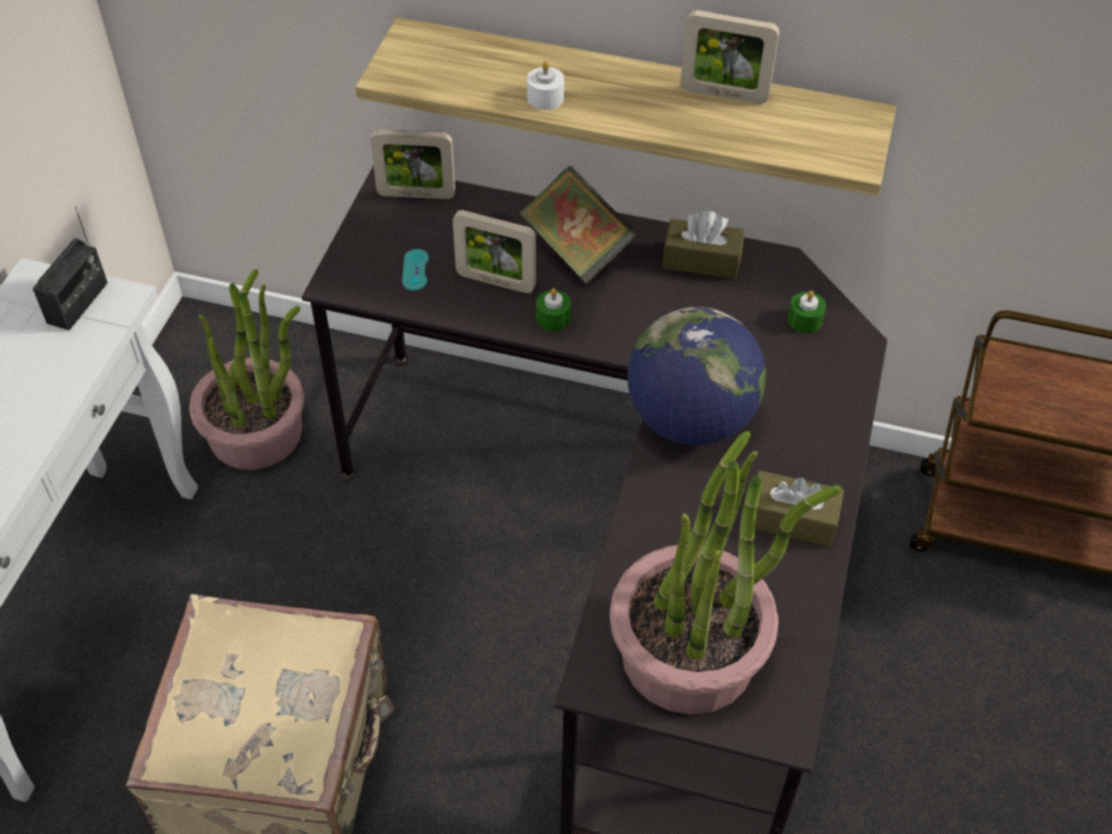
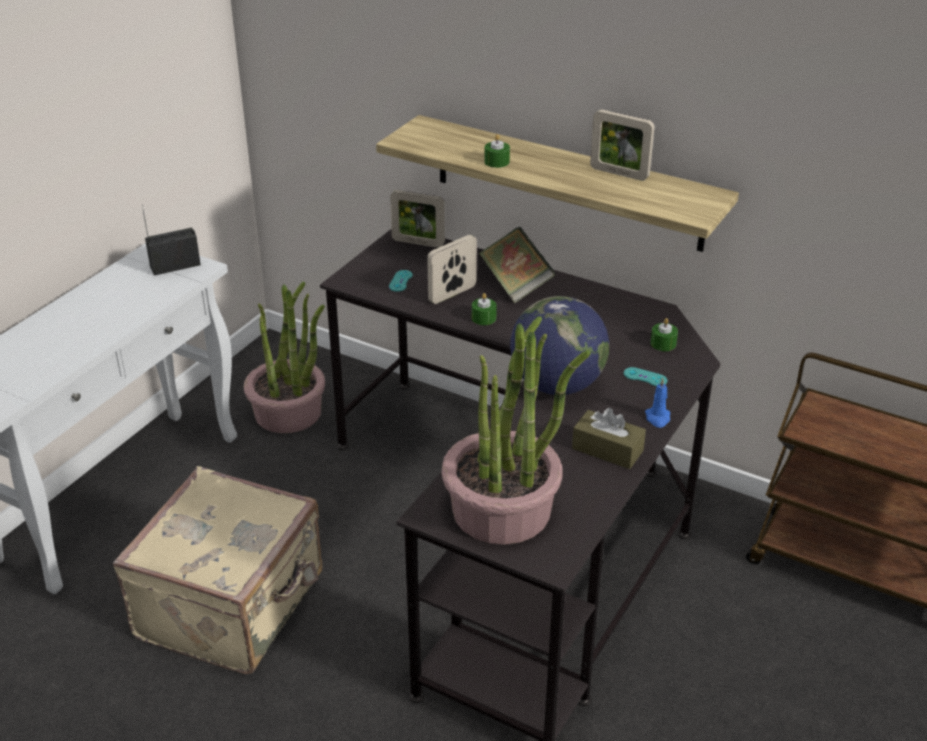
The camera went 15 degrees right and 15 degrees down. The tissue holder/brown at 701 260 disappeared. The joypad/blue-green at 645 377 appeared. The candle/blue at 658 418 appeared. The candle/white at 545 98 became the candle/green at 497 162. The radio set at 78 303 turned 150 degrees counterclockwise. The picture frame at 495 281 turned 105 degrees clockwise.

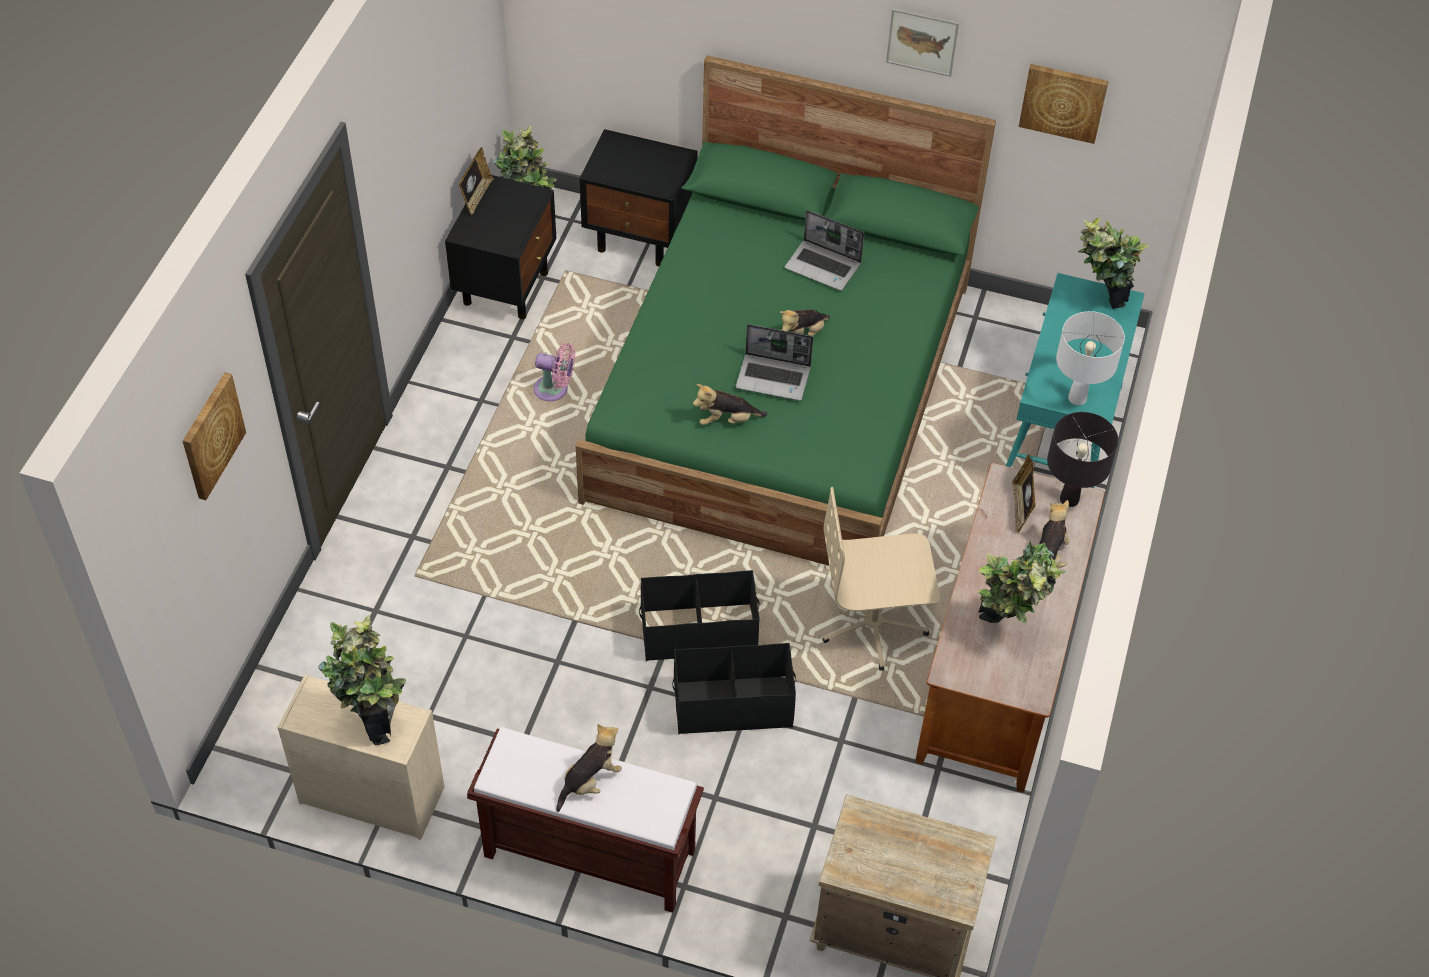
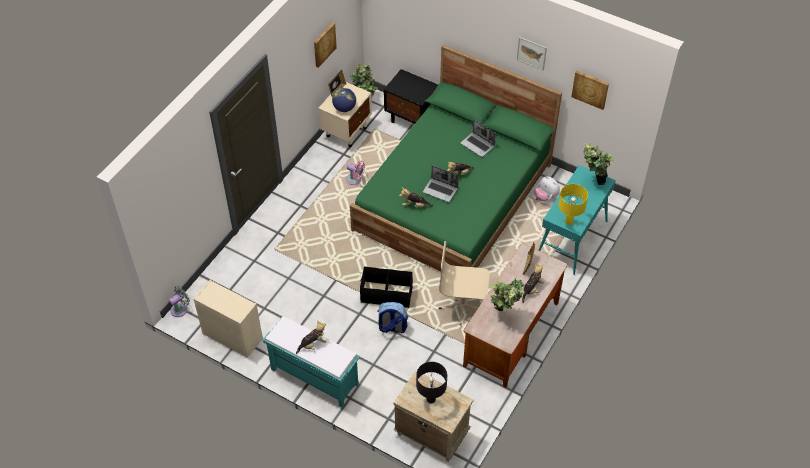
The camera went 15 degrees right and 0 degrees up. The plant in a pot at 373 720 disappeared. The cooling fan/gray at 180 309 appeared. The desk globe at 344 108 appeared. The plush toy at 545 197 appeared. The wall picture moved from 211 435 to 324 44. The table lamp/blackish moved from 1069 499 to 431 399. The storage box/blackish at 732 704 was replaced by the rucksack at 392 327. The night table/blackish at 506 286 became the night table/sand-coloured at 347 131. The indoor bench/brown at 587 853 became the indoor bench/blue-green at 313 377. The table lamp/white at 1077 398 became the table lamp/yellow-coloured at 569 222.

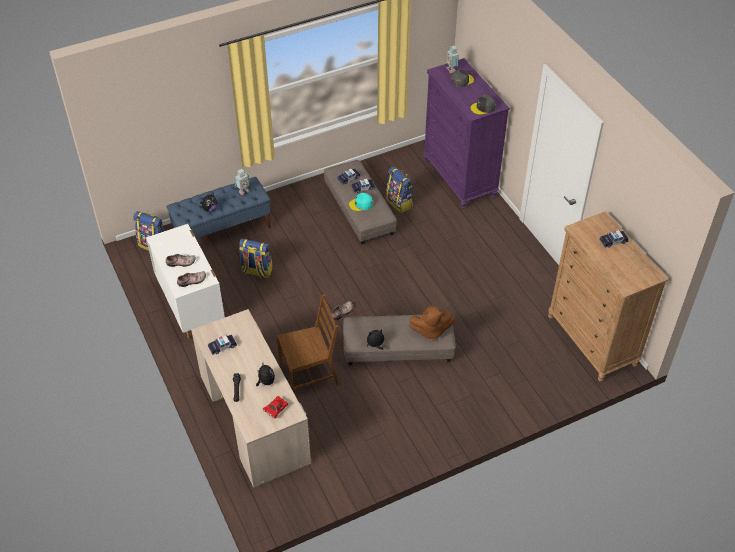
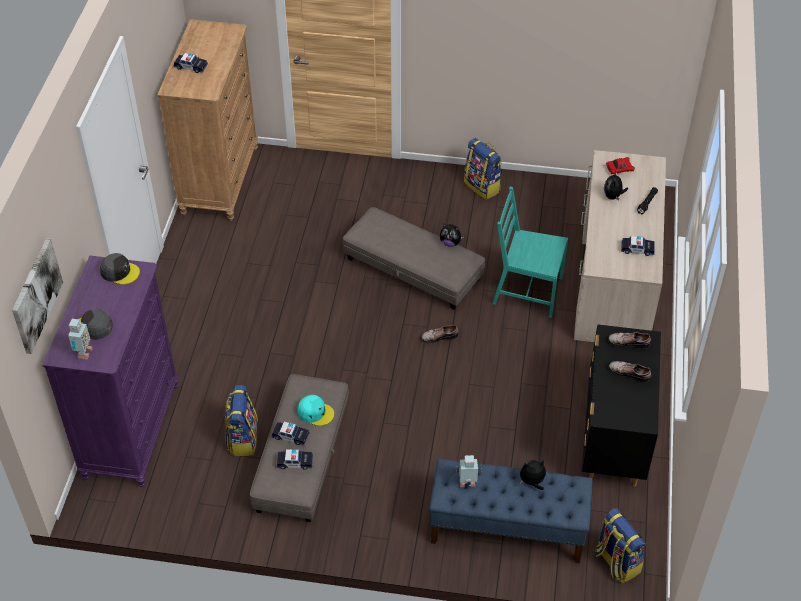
The camera went 145 degrees left and 0 degrees up. The plush toy/brown at 431 331 disappeared. The wall picture at 35 295 appeared. The rucksack moved from 256 271 to 483 186. The dresser/white at 191 305 became the dresser/blackish at 613 440. The plain chair/brown at 309 374 became the plain chair/blue-green at 526 291.

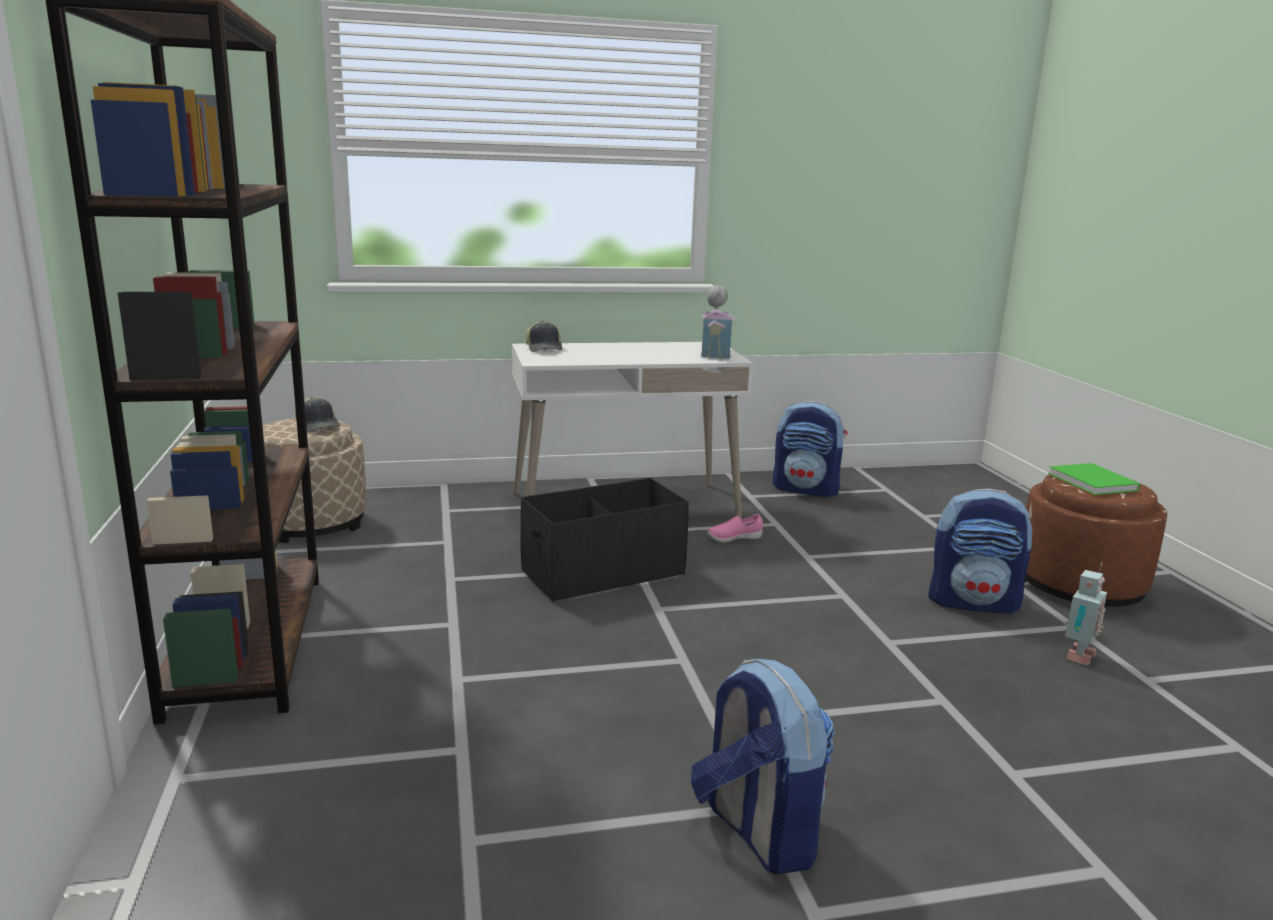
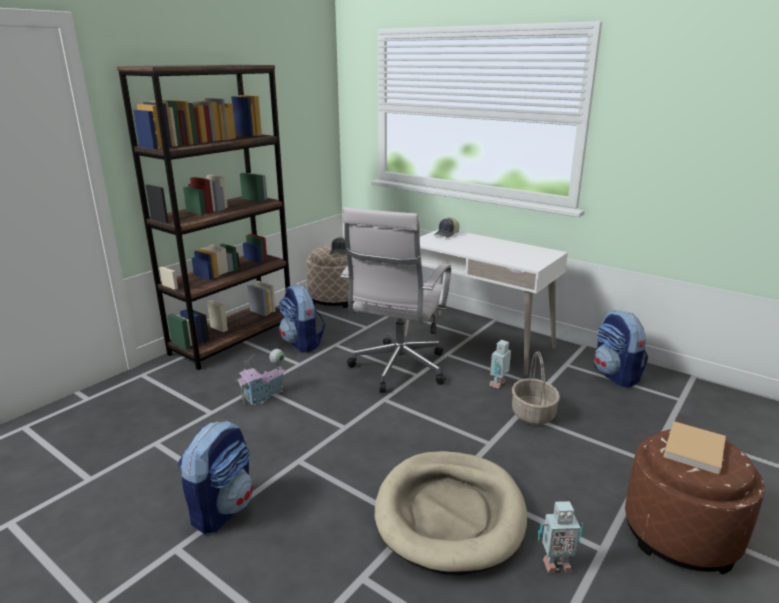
The camera went 50 degrees right and 5 degrees up. The dog cushion/sand-coloured at 450 513 appeared. The household basket at 533 414 appeared. The model house moved from 715 353 to 264 395. The rucksack moved from 973 602 to 302 343. The storage box/blackish at 602 572 was replaced by the computer chair/white at 397 370. The low shoe/pink at 733 539 was replaced by the model robot at 499 384. The volume/green at 1094 483 became the volume/sand-coloured at 694 450.

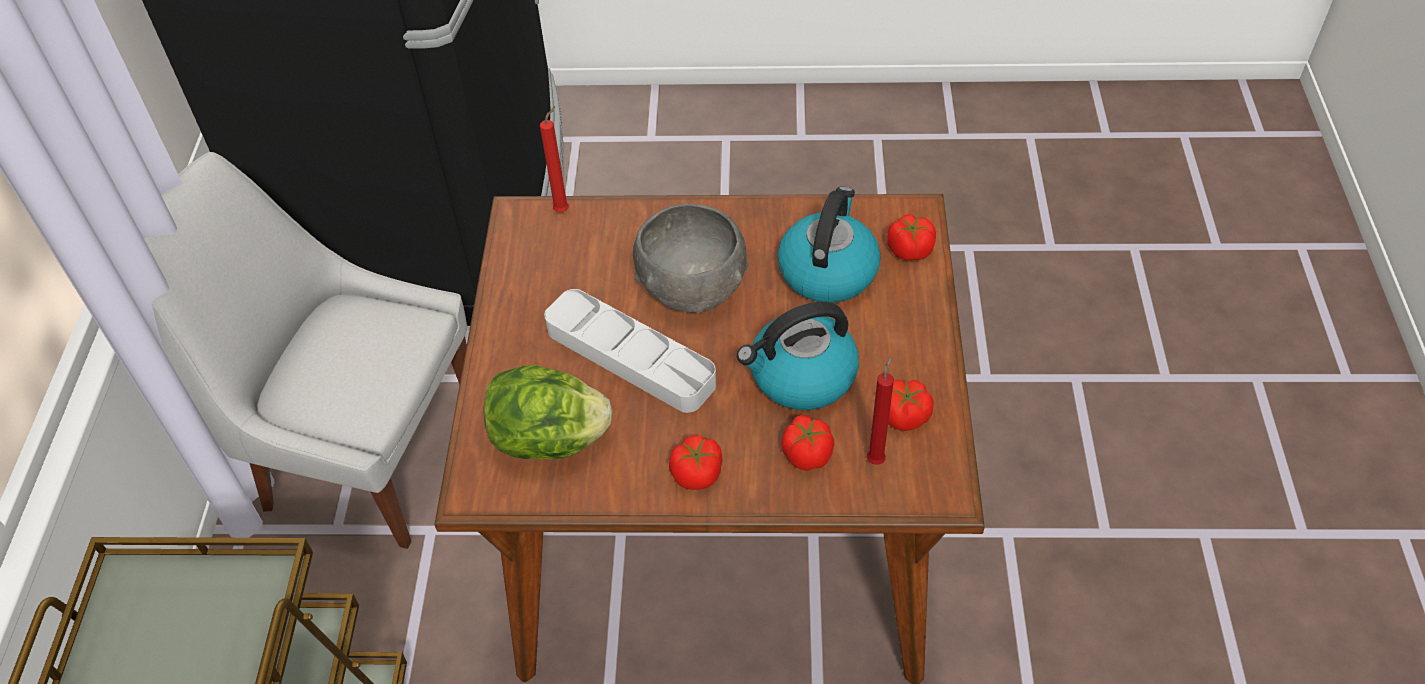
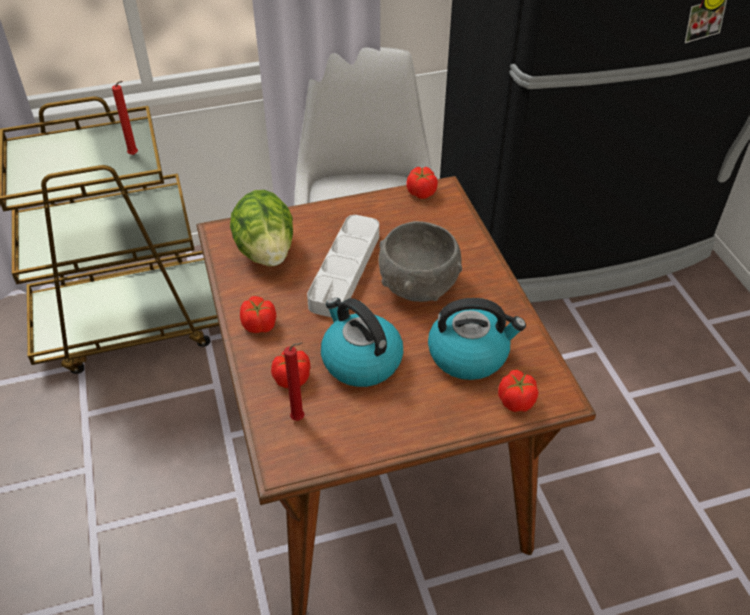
The camera went 70 degrees right and 5 degrees down. The candle/red moved from 563 210 to 134 155. The whole tomato moved from 904 416 to 421 193.

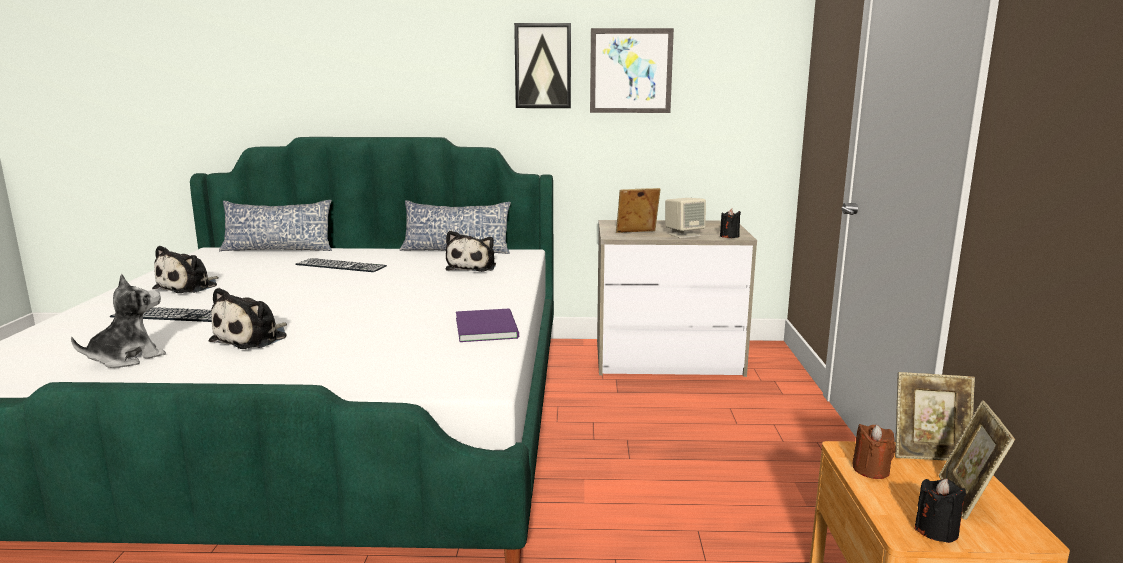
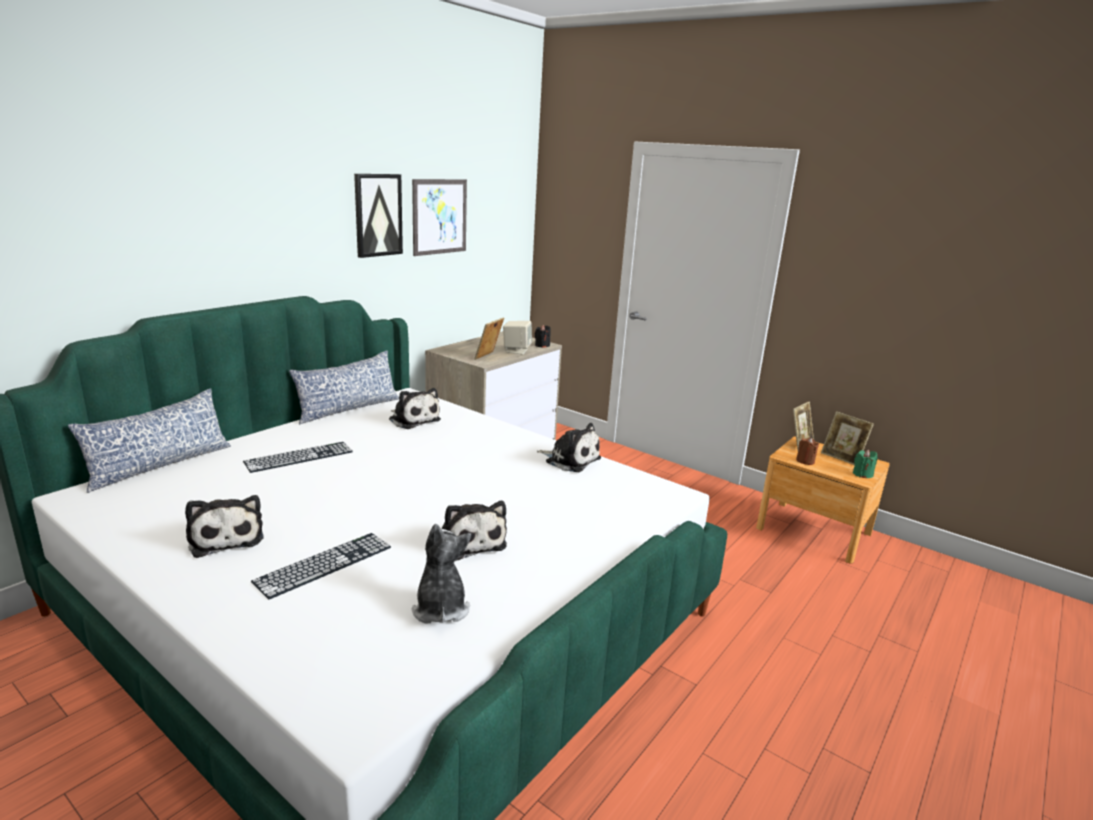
The camera went 55 degrees left and 5 degrees up. The volume/purple-coloured at 488 327 was replaced by the plush toy at 570 460. The candle/blackish at 936 531 became the candle/green at 862 474.

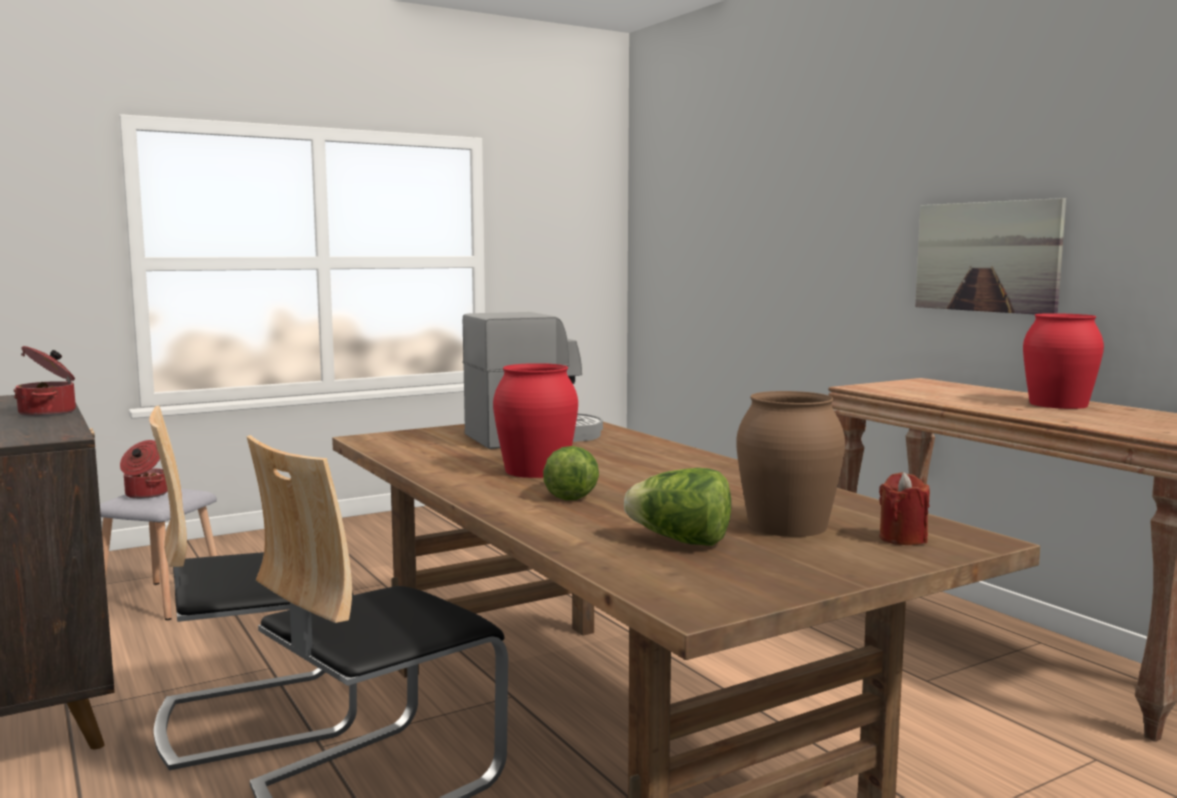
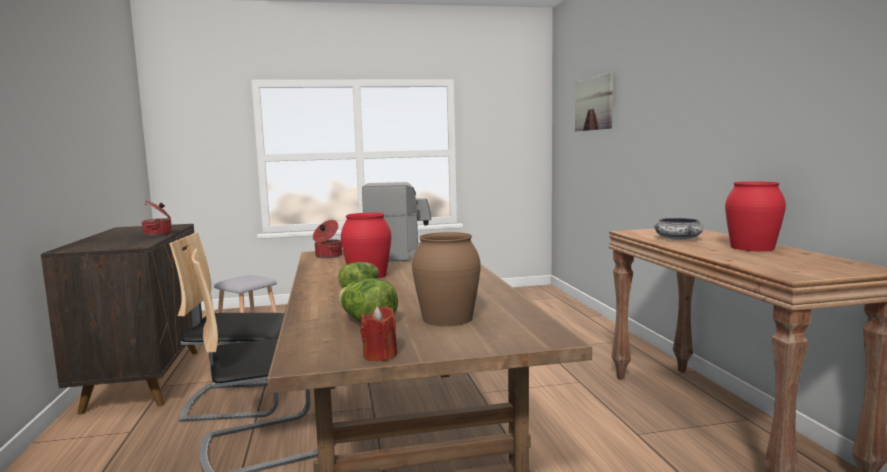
The camera went 20 degrees right and 0 degrees up. The deep dish at 678 239 appeared. The stockpot moved from 145 494 to 328 256. The candle/red moved from 903 539 to 380 355. The wall picture moved from 986 256 to 593 104.

